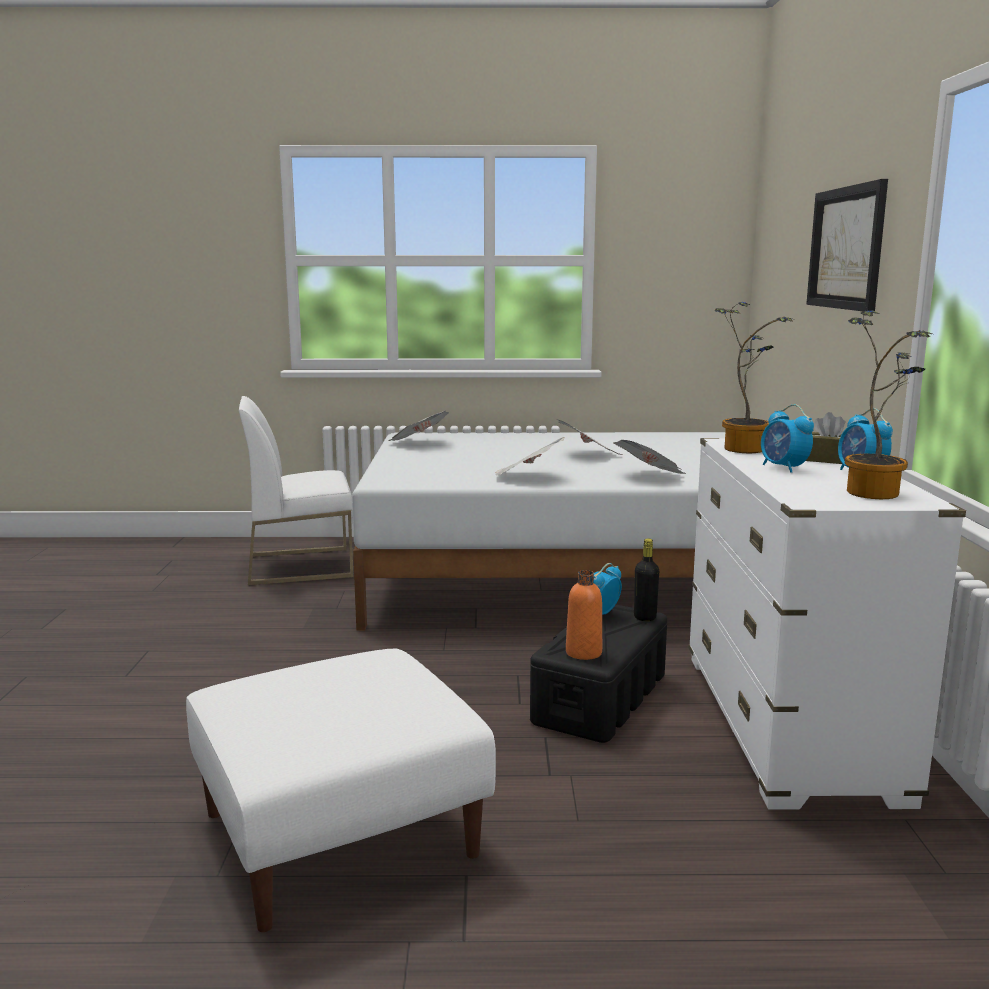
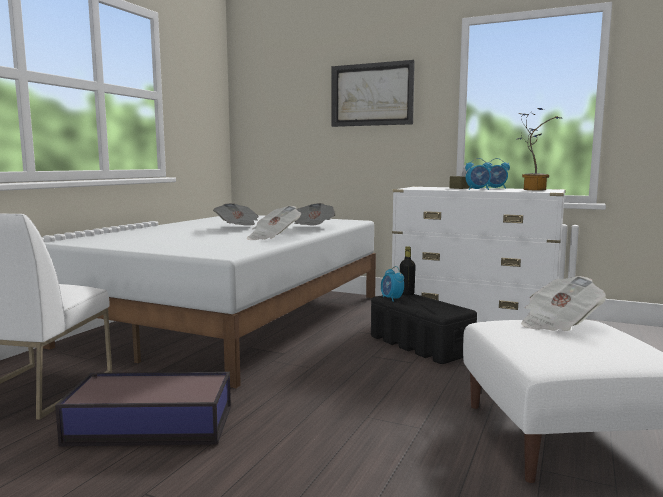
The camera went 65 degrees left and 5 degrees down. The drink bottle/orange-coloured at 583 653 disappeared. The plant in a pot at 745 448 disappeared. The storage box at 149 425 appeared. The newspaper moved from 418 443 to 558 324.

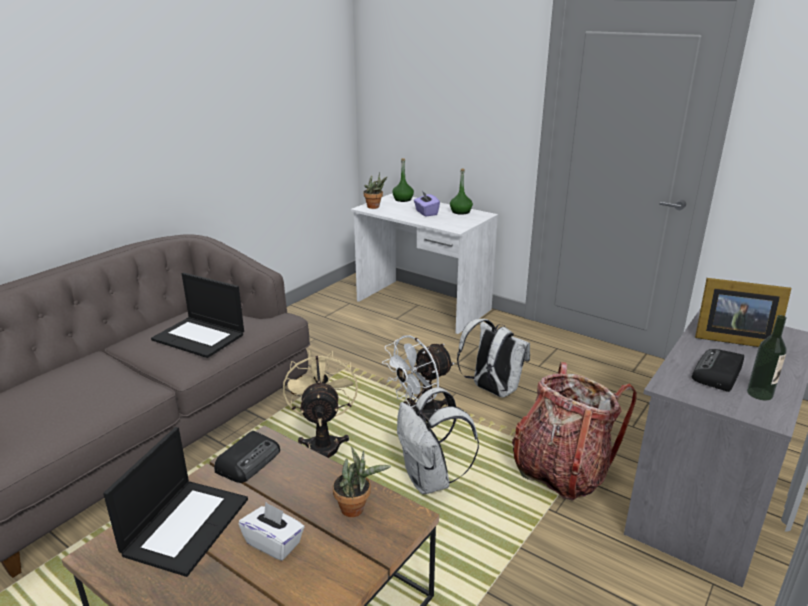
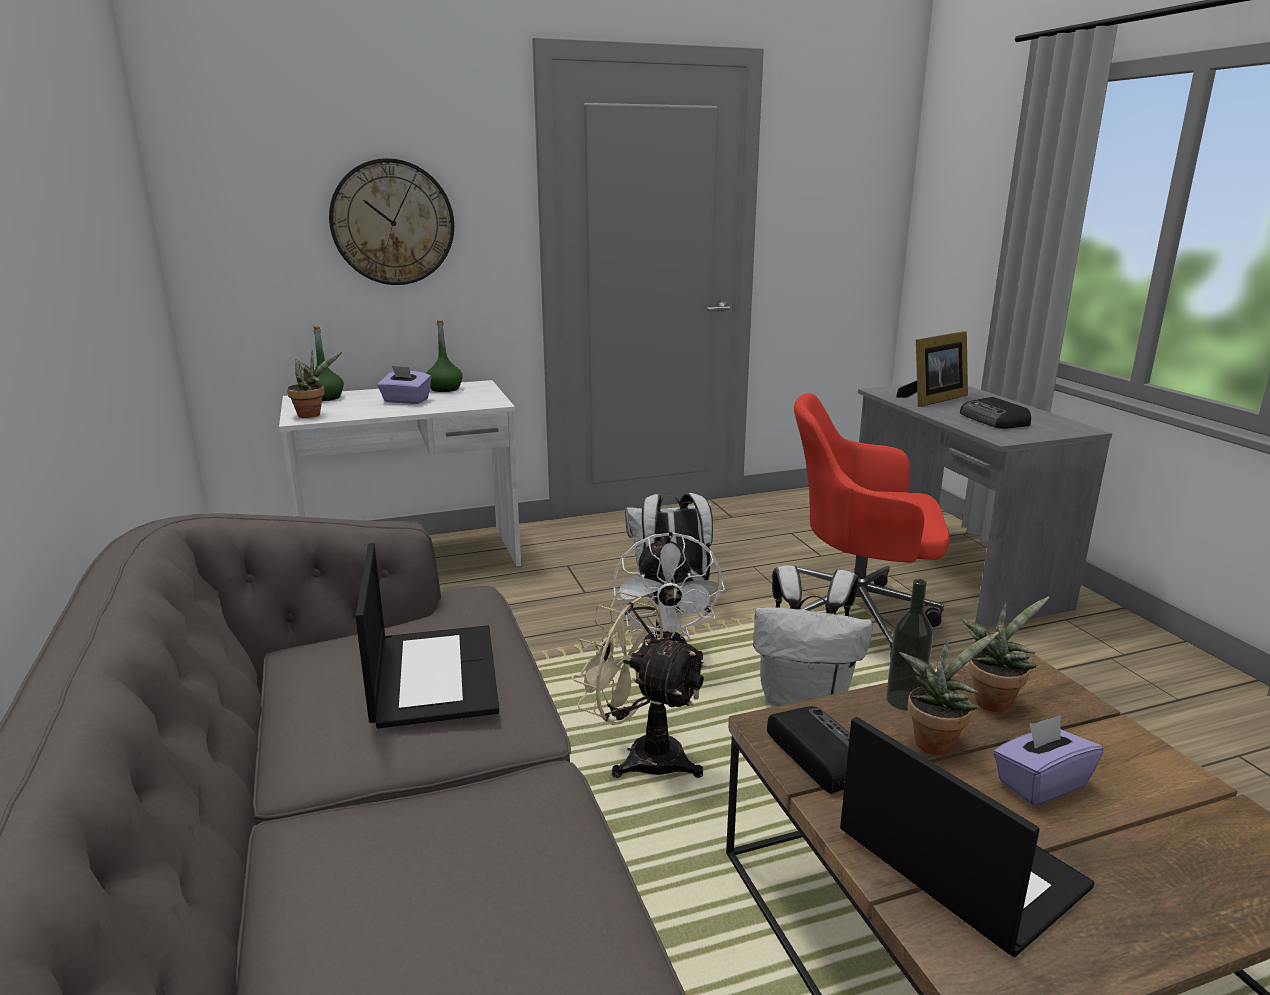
The camera went 55 degrees left and 5 degrees down. The hanging clock at 392 222 appeared. The plant in a pot at 935 740 appeared. The drink bottle moved from 759 394 to 904 700. The rucksack at 561 471 was replaced by the computer chair/red at 858 618. The tissue holder/white at 274 543 became the tissue holder/purple-coloured at 1040 783. The portable computer at 200 337 turned 75 degrees counterclockwise.

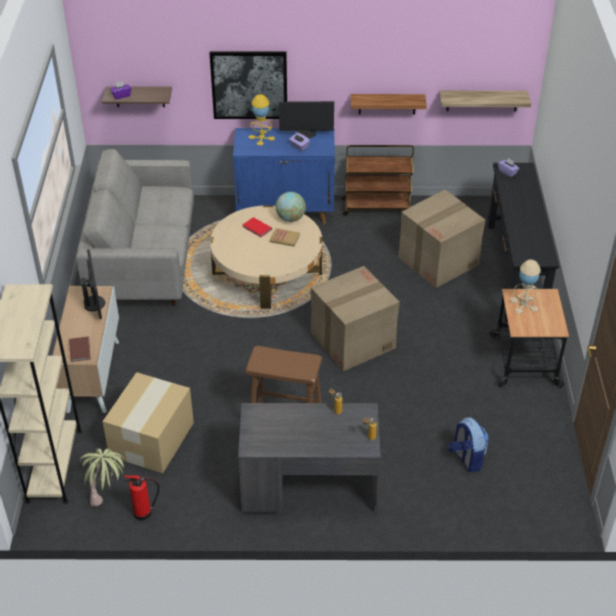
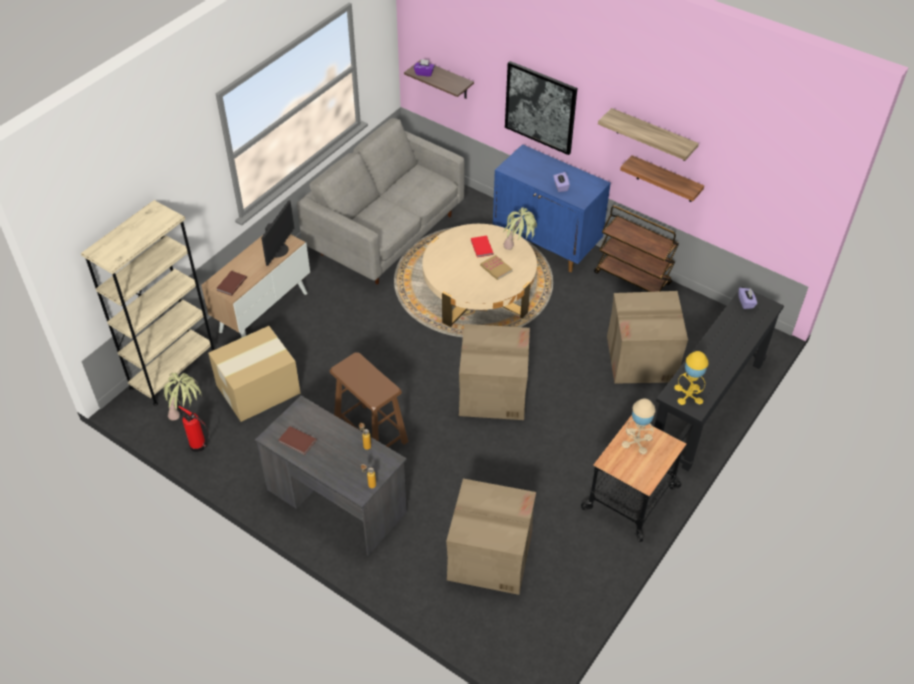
The camera went 35 degrees right and 5 degrees up. The computer screen at 306 133 disappeared. The volume/brown at 297 442 appeared. The table lamp/yellow-coloured moved from 261 138 to 688 394. The shelf moved from 482 100 to 652 135. The desk globe at 290 218 was replaced by the plant in a pot at 518 252. The rucksack at 466 458 was replaced by the packing box at 489 555.

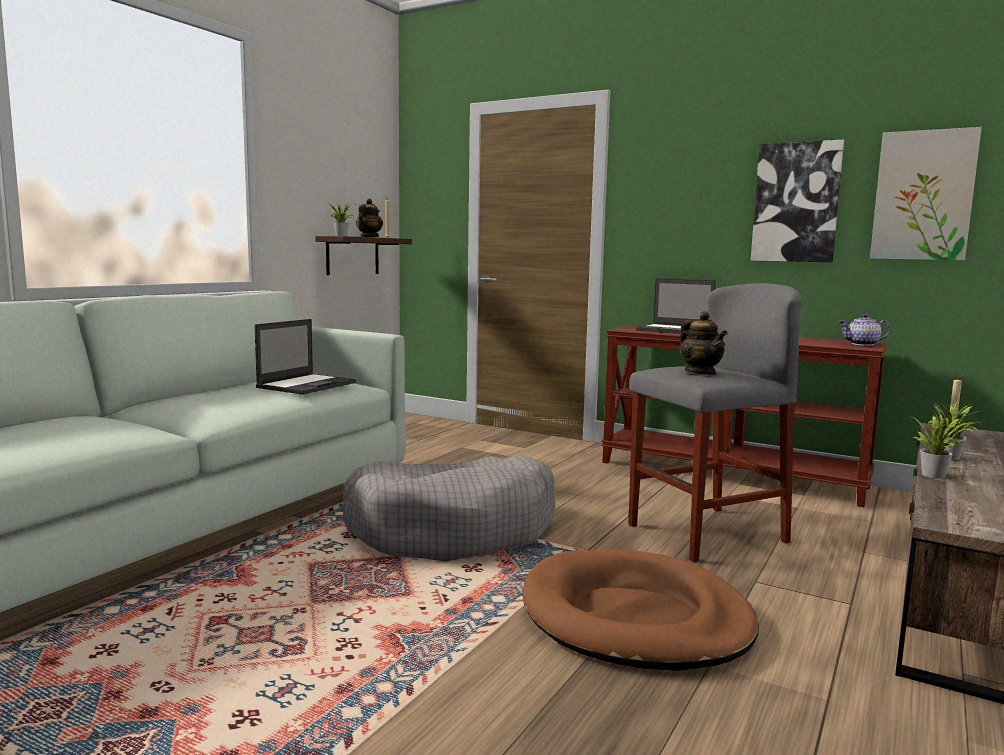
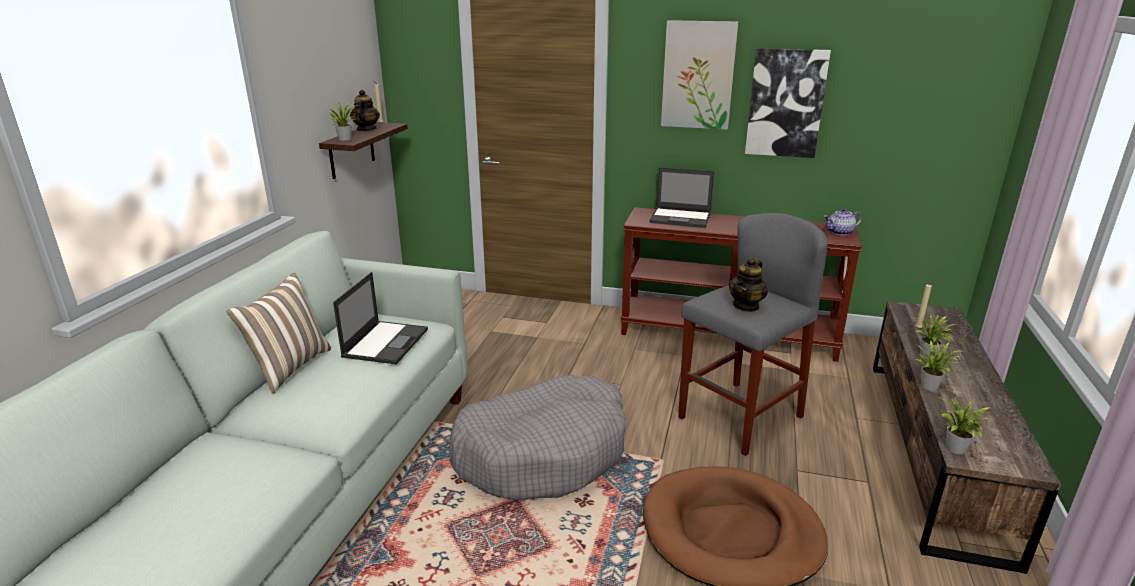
The camera went 15 degrees left and 15 degrees up. The throw pillow at 289 368 appeared. The plant in a pot at 955 450 appeared. The wall picture moved from 923 196 to 698 75. The tea pot at 700 373 turned 75 degrees clockwise.

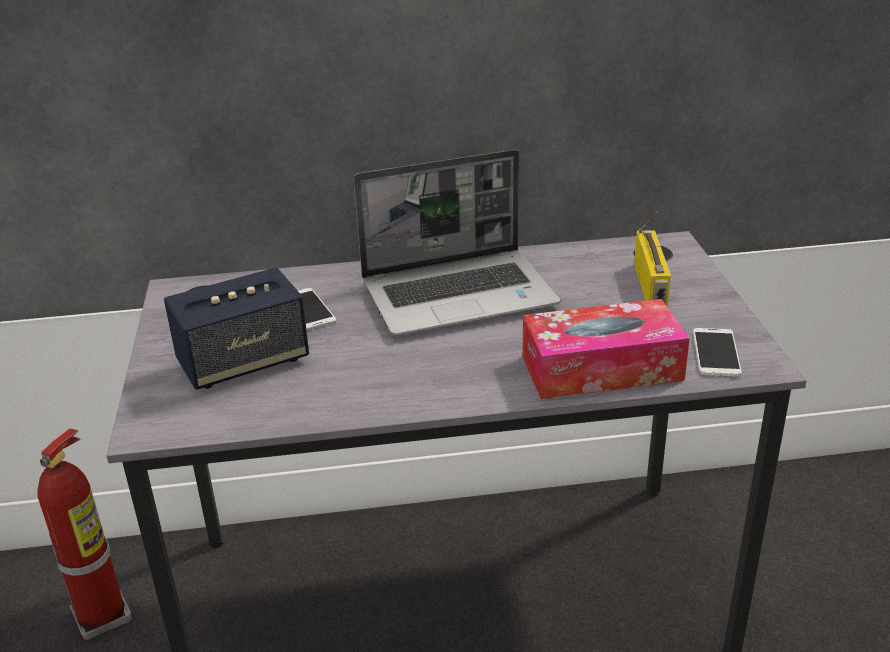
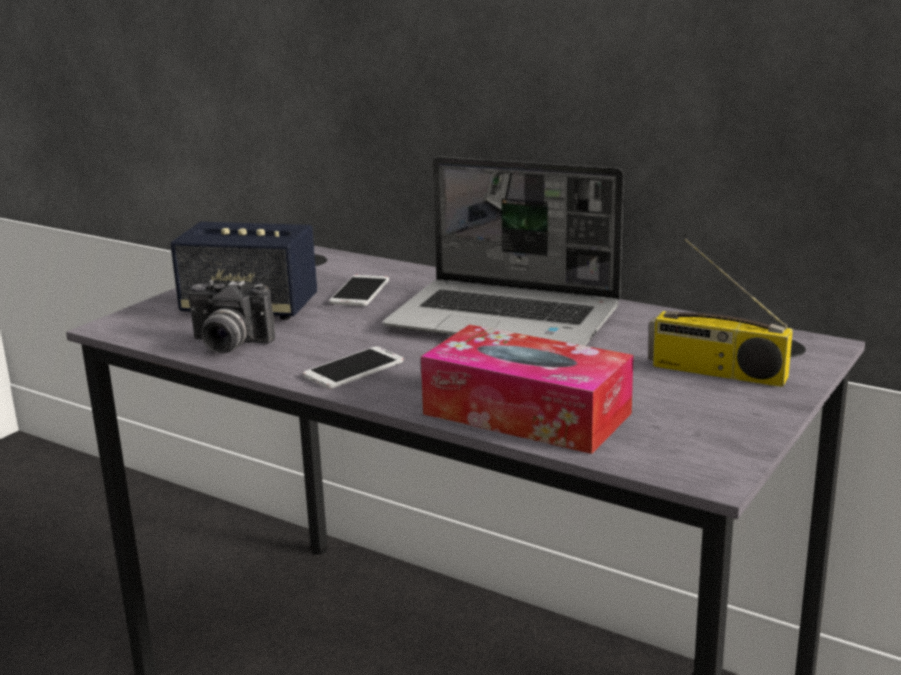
The camera went 40 degrees right and 10 degrees down. The fire-fighting cylinder at 103 616 disappeared. The still camera at 227 345 appeared. The handset moved from 716 353 to 353 369. The radio set at 651 287 turned 75 degrees clockwise.

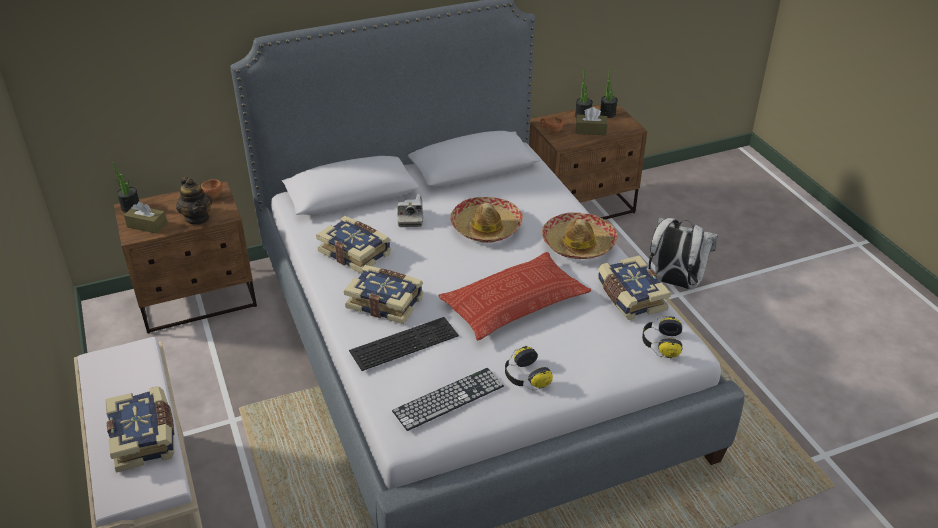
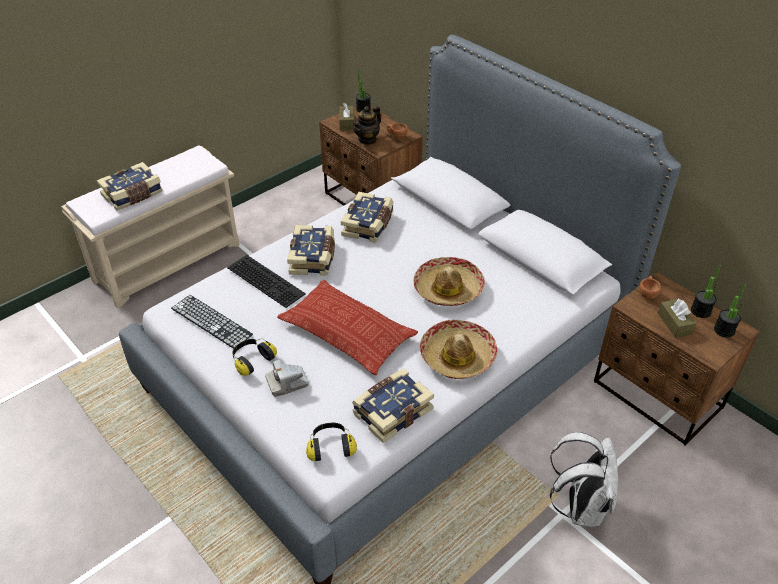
The camera went 70 degrees right and 5 degrees up. The still camera moved from 410 218 to 287 383.

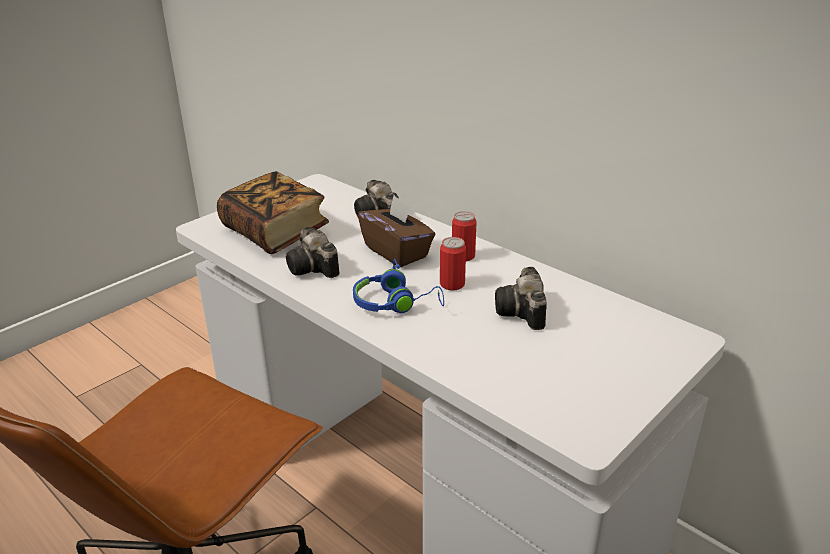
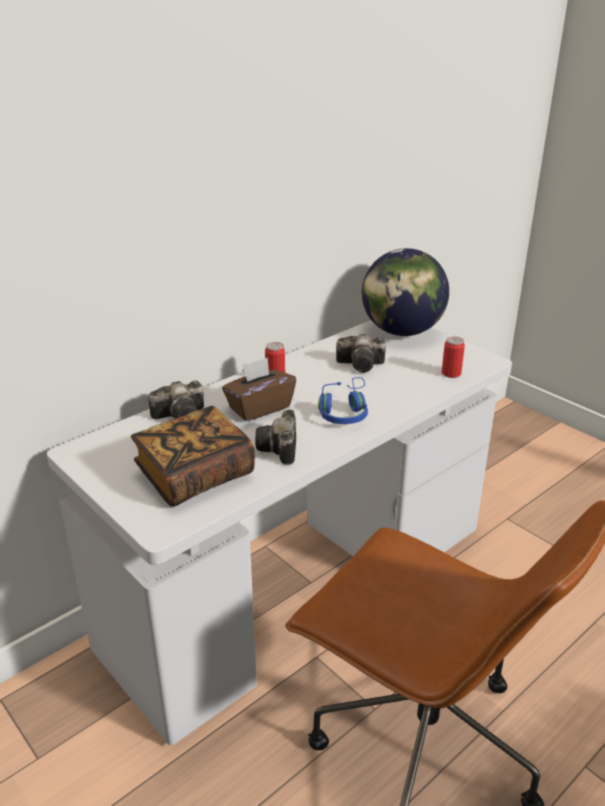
The camera went 85 degrees left and 0 degrees up. The desk globe at 401 332 appeared. The metal can moved from 452 284 to 451 373. The still camera at 314 268 turned 120 degrees clockwise.

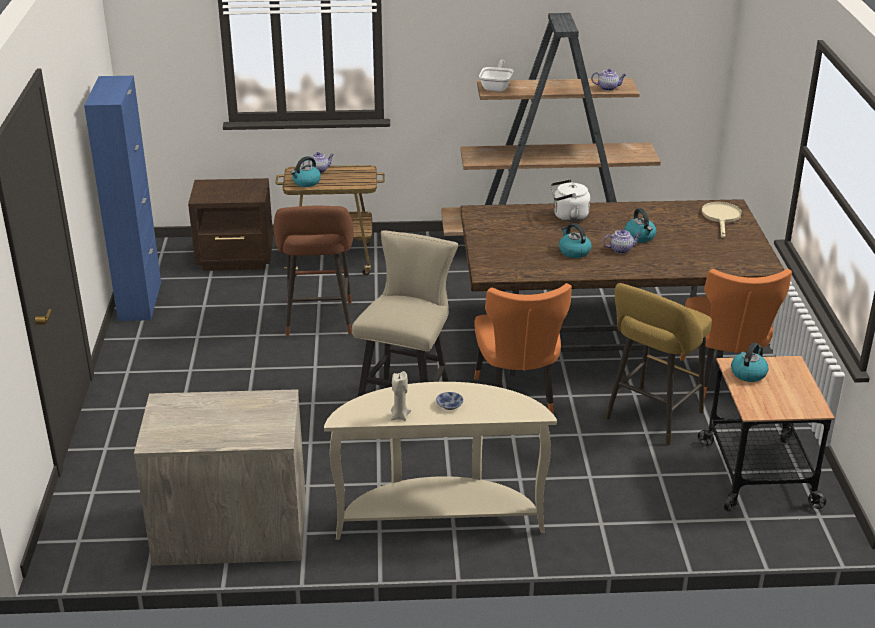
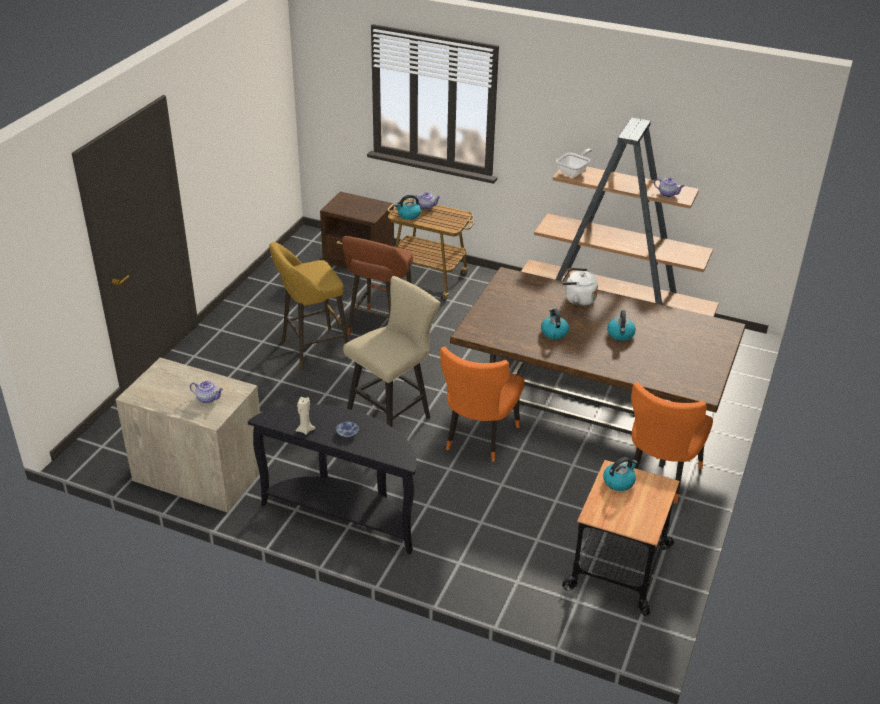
The camera went 25 degrees right and 5 degrees up. The storage cabinet/blue at 140 301 disappeared. The skillet/sand-coloured at 721 218 disappeared. The tea pot moved from 621 249 to 208 398. The stool seat/yellow-coloured moved from 651 418 to 311 349. The console table/sand-coloured at 439 517 became the console table/blackish at 344 514.

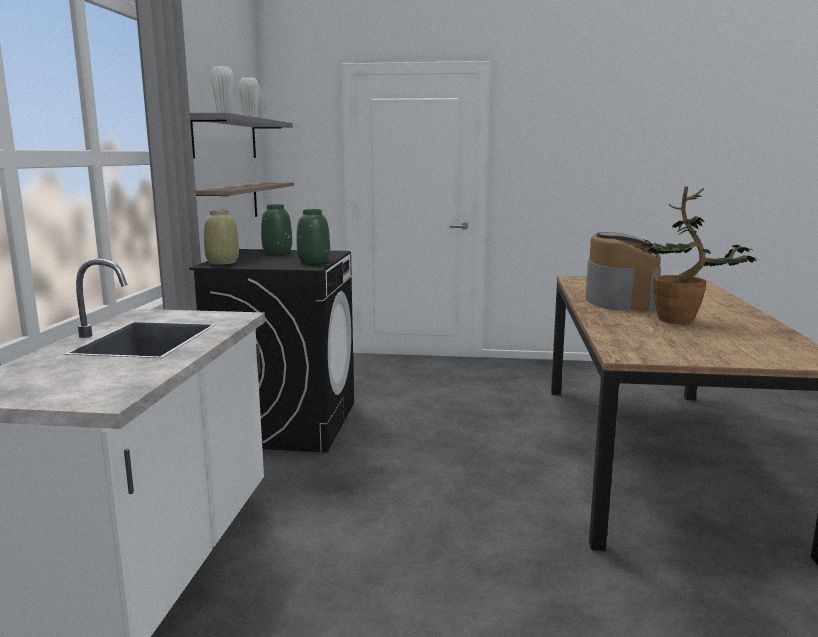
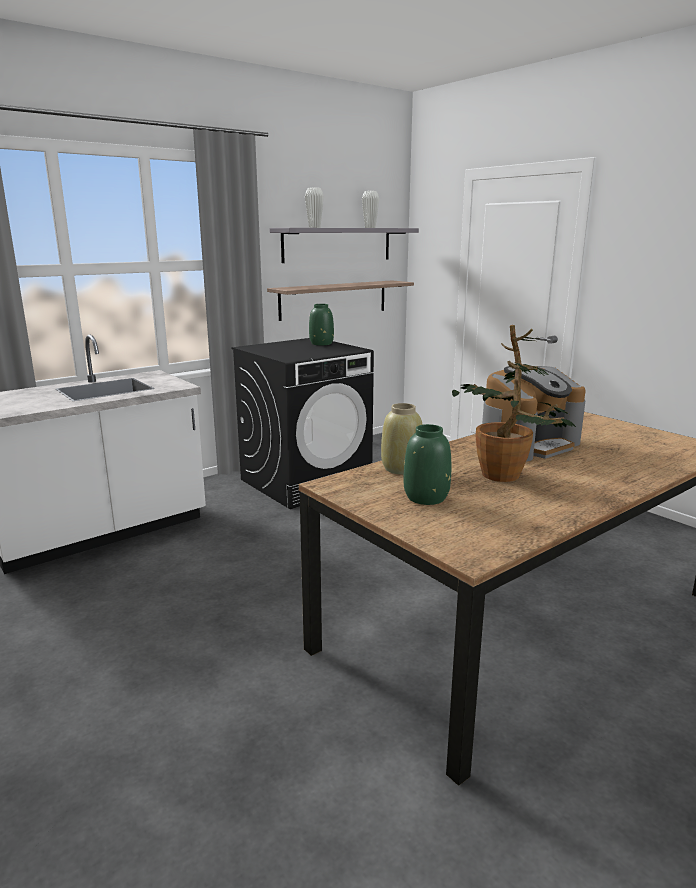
The camera went 45 degrees right and 5 degrees up. The flower vase/sand-coloured moved from 223 262 to 402 469. The flower vase/green moved from 313 262 to 425 497.

